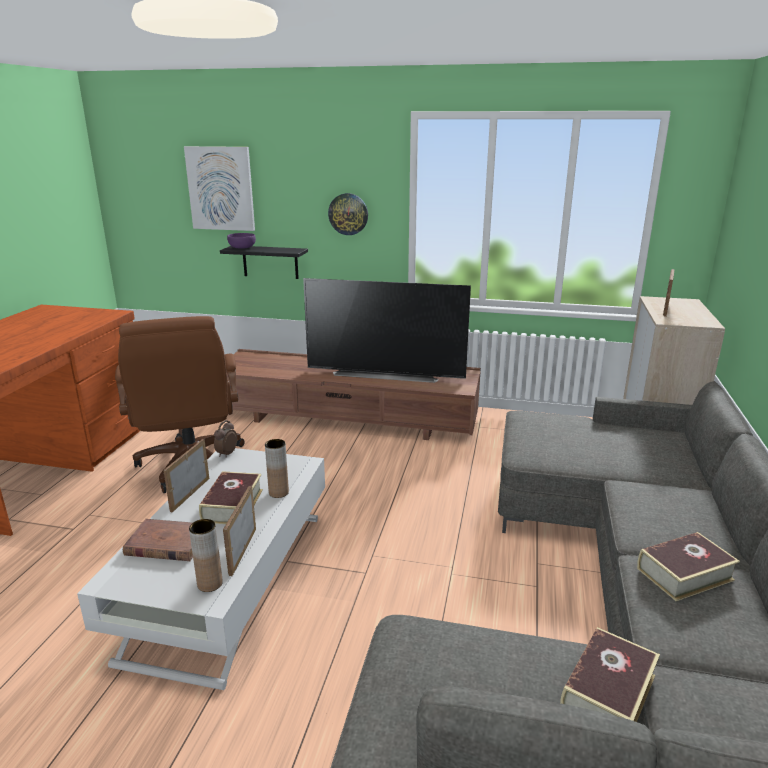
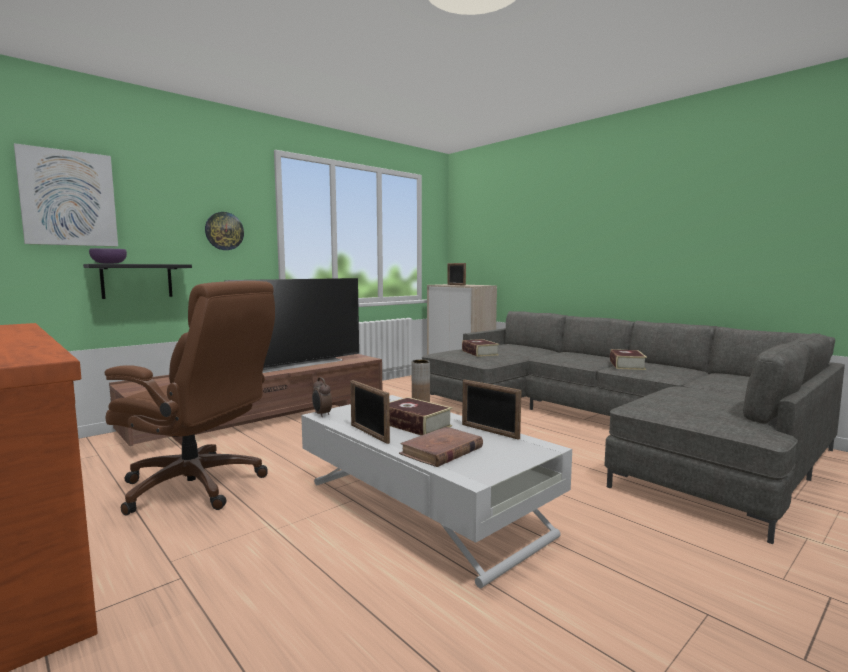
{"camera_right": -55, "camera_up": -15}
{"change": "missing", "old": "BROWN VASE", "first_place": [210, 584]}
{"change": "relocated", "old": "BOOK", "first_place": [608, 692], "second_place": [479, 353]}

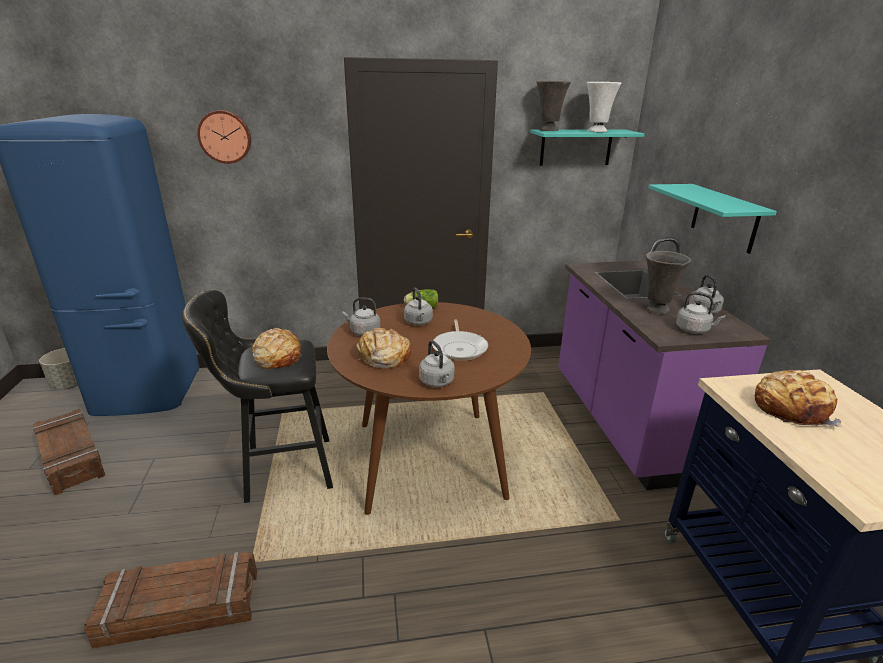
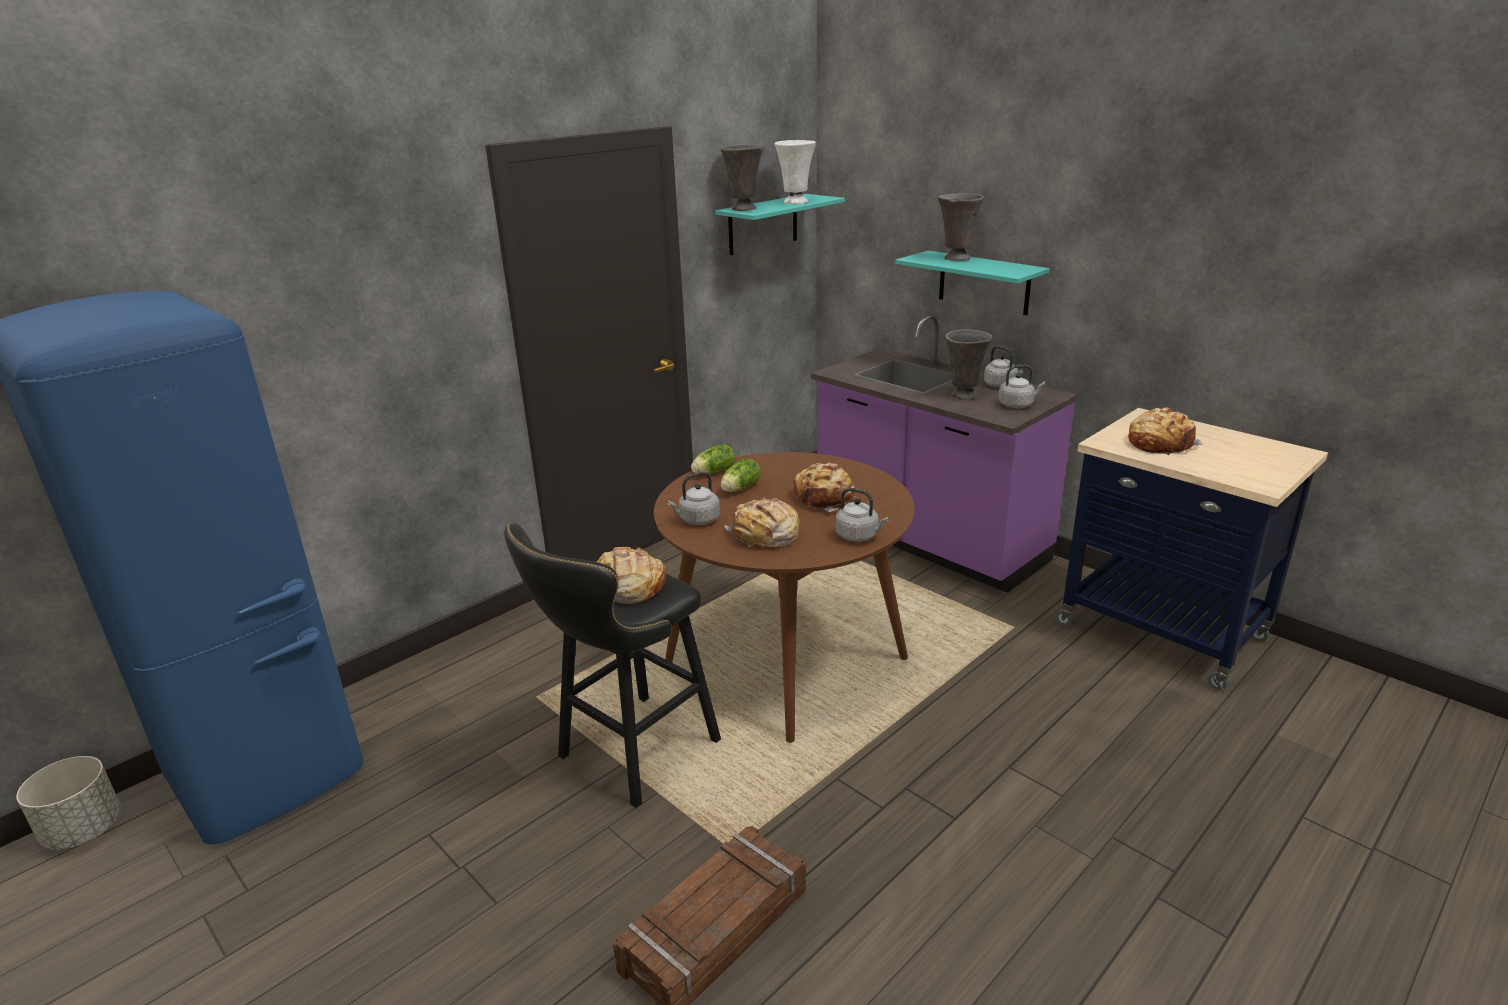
{"camera_right": -35, "camera_up": 0}
{"change": "missing", "old": "WALL CLOCK", "first_place": [225, 137]}
{"change": "exchanged", "old": "GREY KETTLE", "new": "LETTUCE", "first_place": [418, 322], "second_place": [739, 489]}
{"change": "exchanged", "old": "FRYING PAN", "new": "BREAD", "first_place": [459, 348], "second_place": [825, 498]}
{"change": "missing", "old": "CRATE", "first_place": [70, 458]}
{"change": "appeared", "new": "GREY VASE", "second_place": [956, 259]}

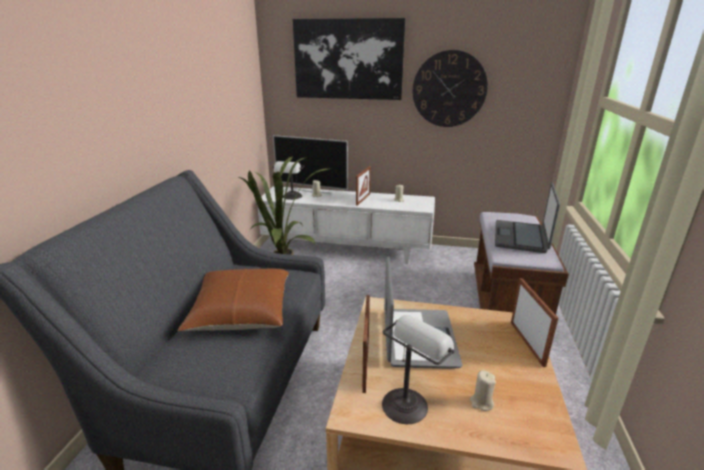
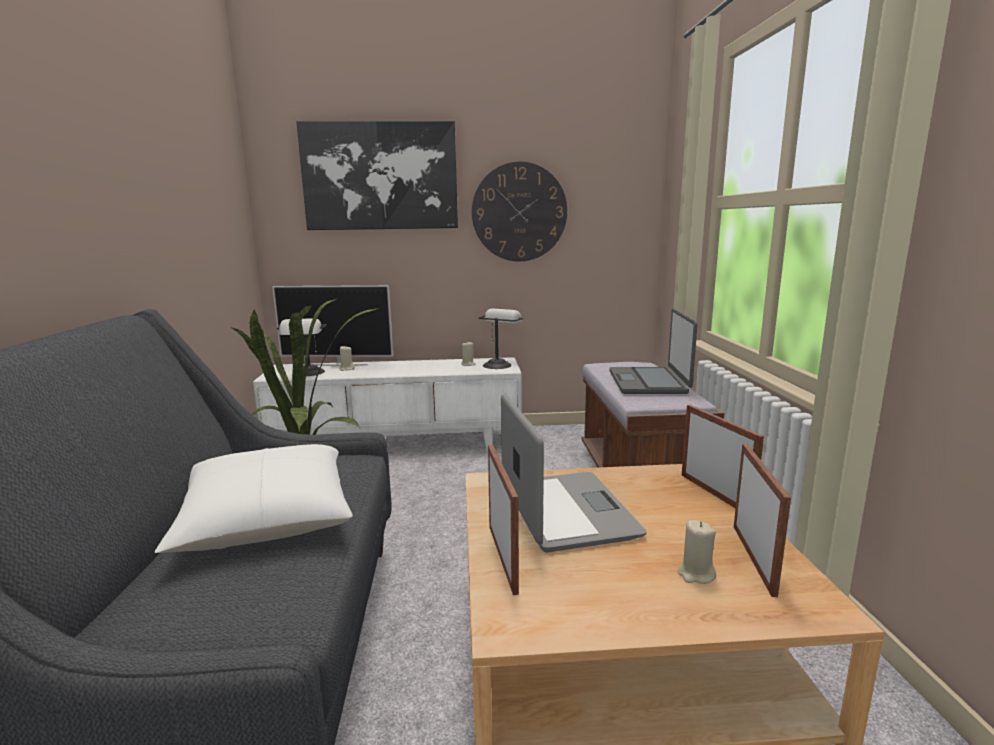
{"camera_right": -15, "camera_up": -10}
{"change": "relocated", "old": "PICTURE FRAME", "first_place": [363, 199], "second_place": [753, 558]}
{"change": "colour", "old": "BROWN PILLOW", "new": "WHITE PILLOW", "first_place": [241, 312], "second_place": [266, 518]}
{"change": "relocated", "old": "TABLE LAMP", "first_place": [409, 399], "second_place": [499, 364]}

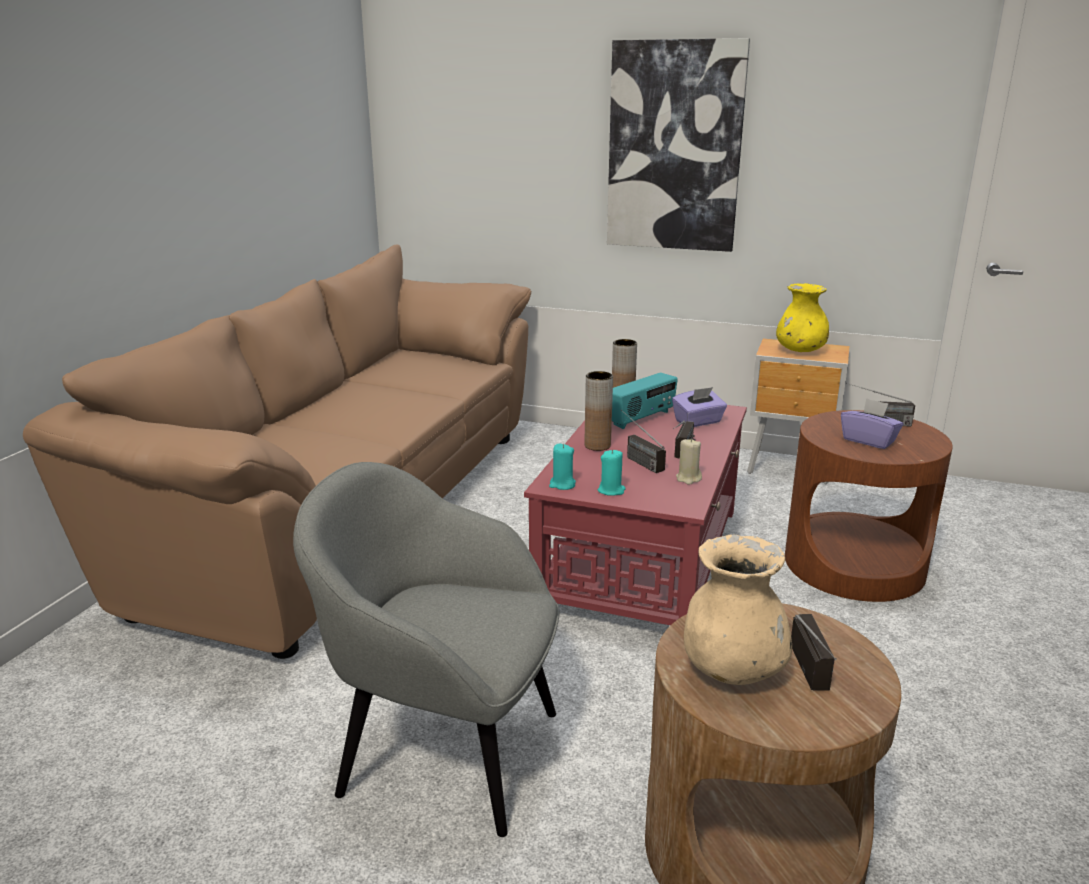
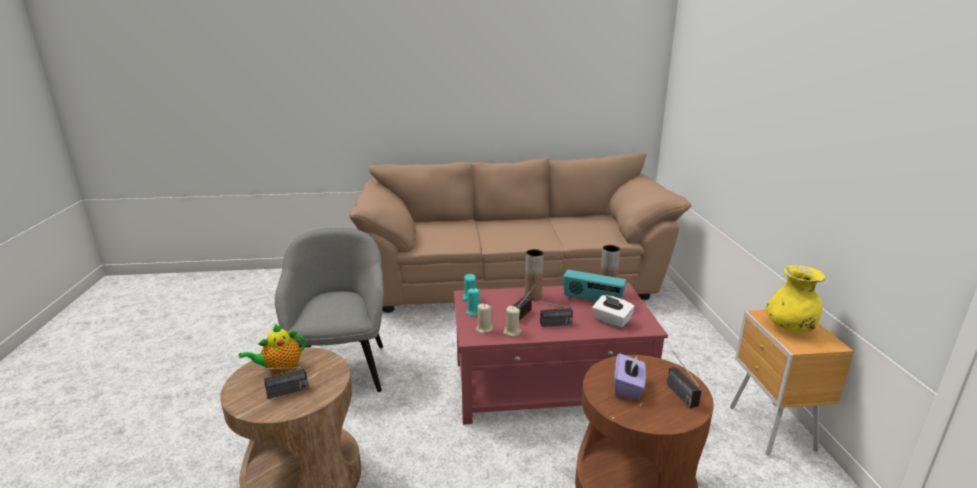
{"camera_right": 65, "camera_up": 0}
{"change": "missing", "old": "PICTURE", "first_place": [674, 147]}
{"change": "colour", "old": "PURPLE TISSUE BOX", "new": "WHITE TISSUE BOX", "first_place": [698, 422], "second_place": [611, 321]}
{"change": "exchanged", "old": "BEIGE VASE", "new": "TEAPOT", "first_place": [732, 670], "second_place": [280, 369]}
{"change": "appeared", "new": "BEIGE CANDLE", "second_place": [484, 329]}

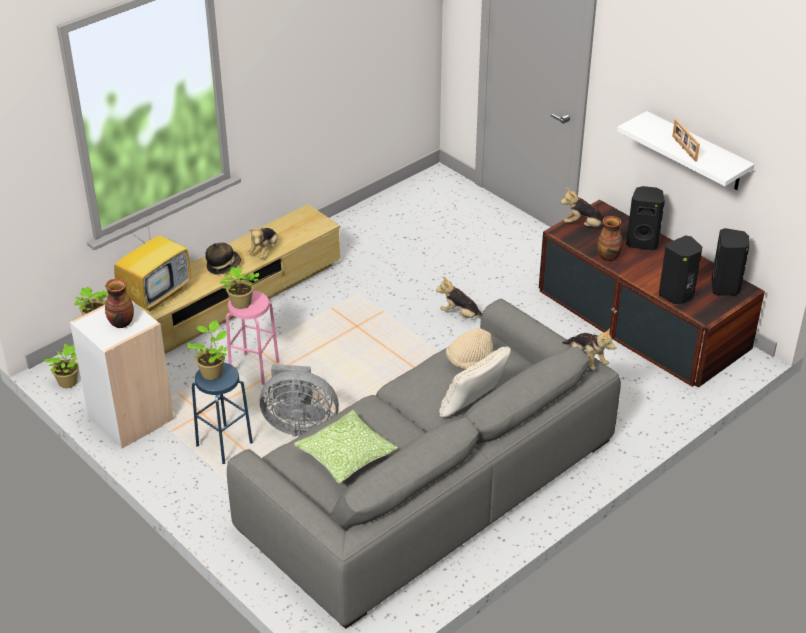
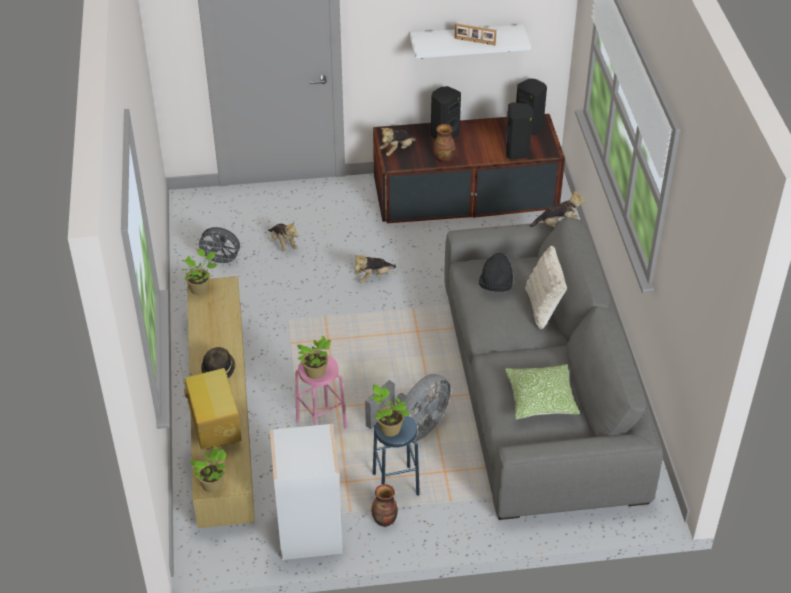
{"camera_right": -55, "camera_up": 5}
{"change": "relocated", "old": "PLUSH TOY", "first_place": [264, 251], "second_place": [283, 244]}
{"change": "relocated", "old": "VASE", "first_place": [121, 323], "second_place": [384, 520]}
{"change": "colour", "old": "BEIGE HAT", "new": "BLACK HAT", "first_place": [469, 362], "second_place": [496, 285]}
{"change": "relocated", "old": "POTTED PLANT", "first_place": [69, 382], "second_place": [200, 288]}
{"change": "appeared", "new": "GREY FAN", "second_place": [221, 261]}

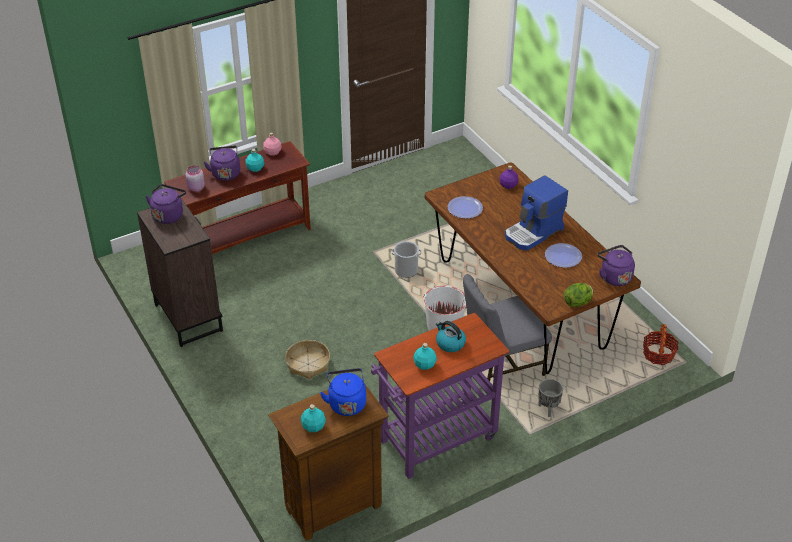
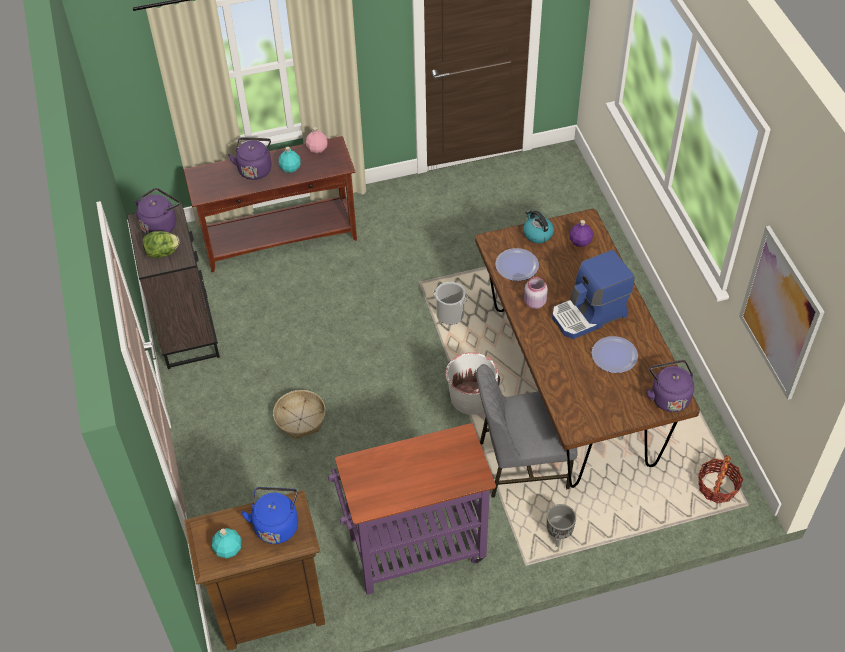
{"camera_right": 15, "camera_up": 10}
{"change": "relocated", "old": "PINK JAR", "first_place": [195, 188], "second_place": [534, 303]}
{"change": "relocated", "old": "LETTUCE", "first_place": [578, 302], "second_place": [162, 253]}
{"change": "relocated", "old": "KETTLE", "first_place": [450, 343], "second_place": [537, 234]}
{"change": "missing", "old": "TURQUOISE BOTTLE", "first_place": [424, 364]}
{"change": "appeared", "new": "PICTURE", "second_place": [780, 313]}

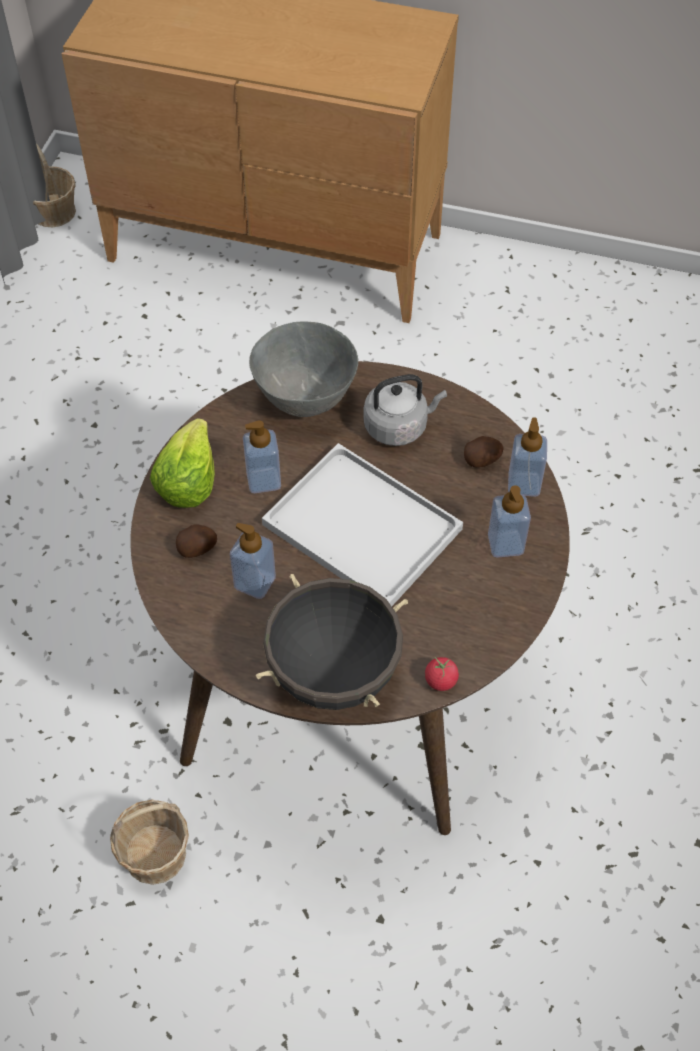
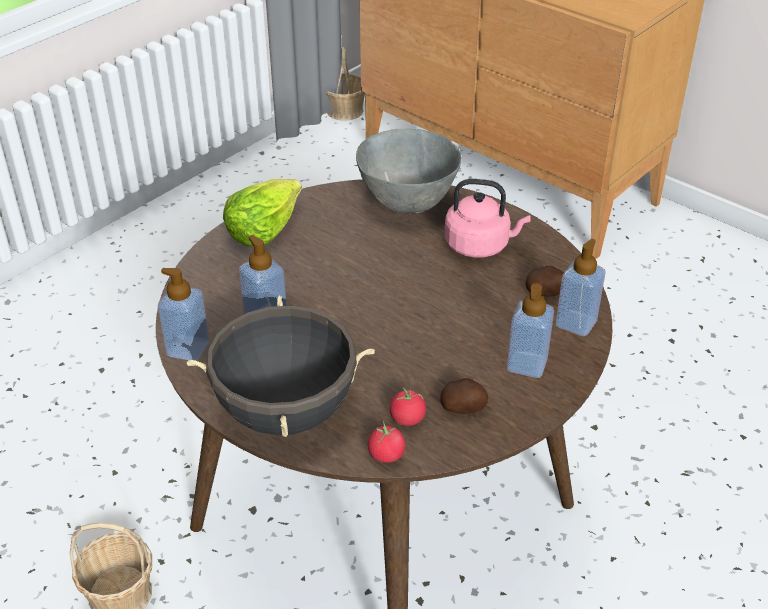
{"camera_right": 25, "camera_up": -15}
{"change": "colour", "old": "GREY KETTLE", "new": "PINK KETTLE", "first_place": [399, 426], "second_place": [480, 245]}
{"change": "relocated", "old": "SOAP DISPENSER", "first_place": [263, 480], "second_place": [188, 349]}
{"change": "missing", "old": "WHITE TRAY", "first_place": [358, 526]}
{"change": "relocated", "old": "POTATO", "first_place": [198, 549], "second_place": [463, 408]}
{"change": "appeared", "new": "TOMATO", "second_place": [407, 418]}

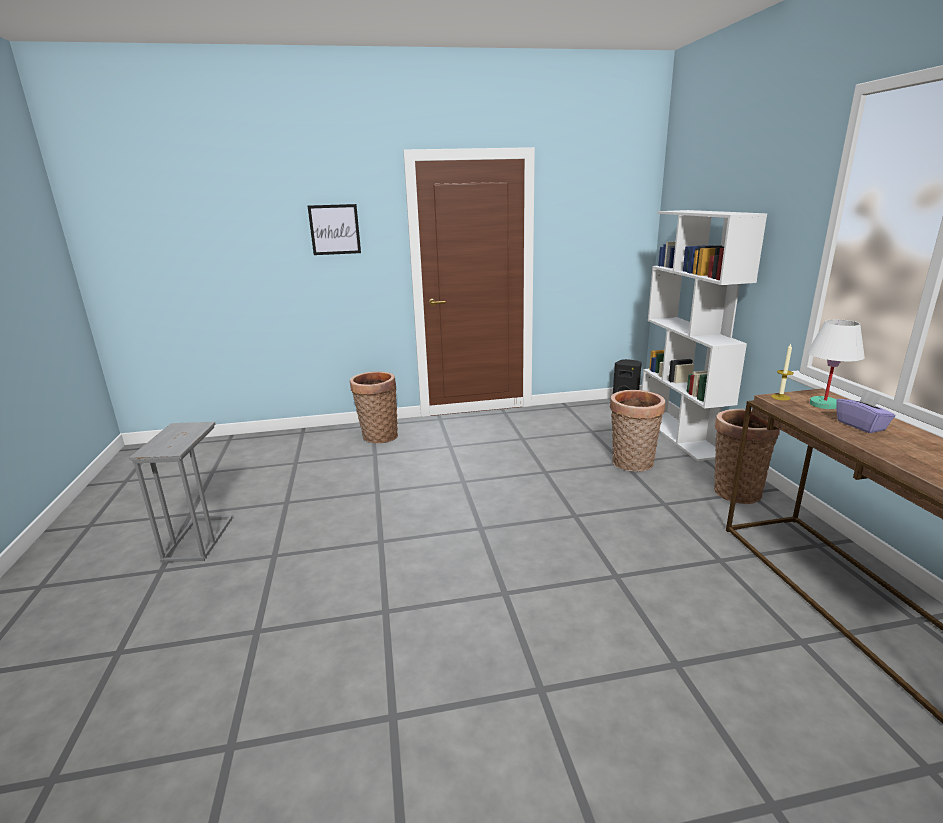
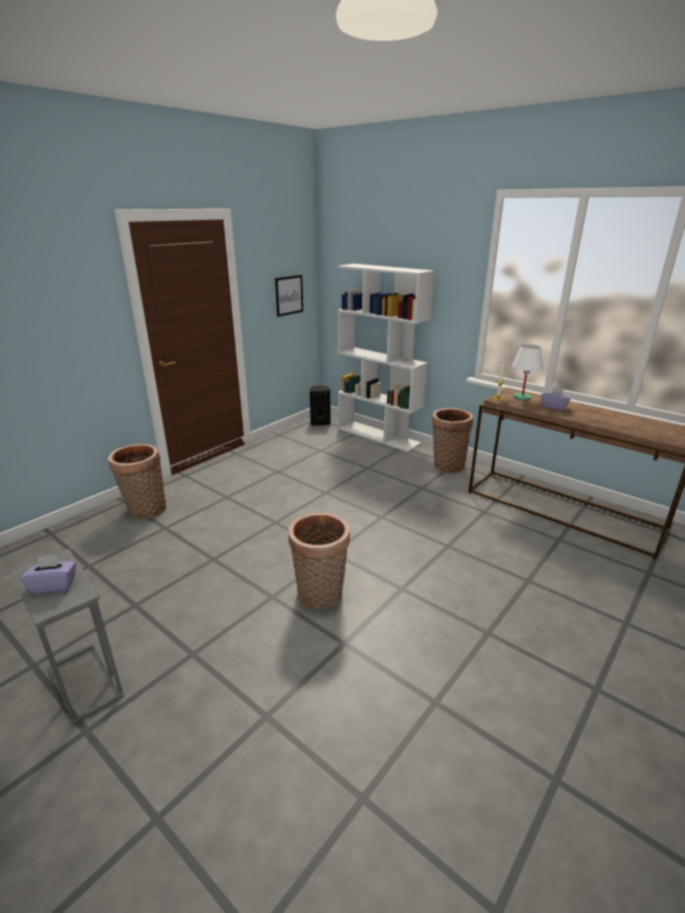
{"camera_right": -40, "camera_up": 5}
{"change": "relocated", "old": "PICTURE", "first_place": [334, 229], "second_place": [289, 295]}
{"change": "relocated", "old": "BASKET", "first_place": [632, 464], "second_place": [320, 596]}
{"change": "appeared", "new": "PURPLE TISSUE BOX", "second_place": [54, 585]}

